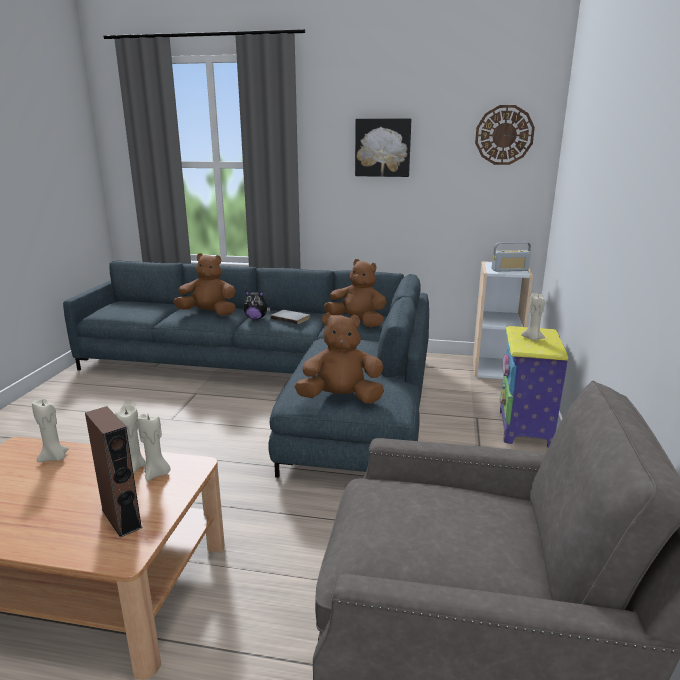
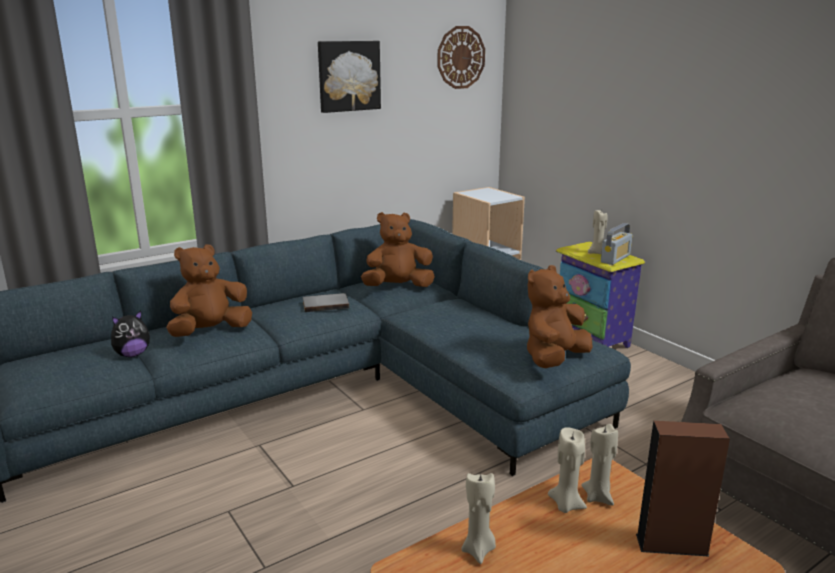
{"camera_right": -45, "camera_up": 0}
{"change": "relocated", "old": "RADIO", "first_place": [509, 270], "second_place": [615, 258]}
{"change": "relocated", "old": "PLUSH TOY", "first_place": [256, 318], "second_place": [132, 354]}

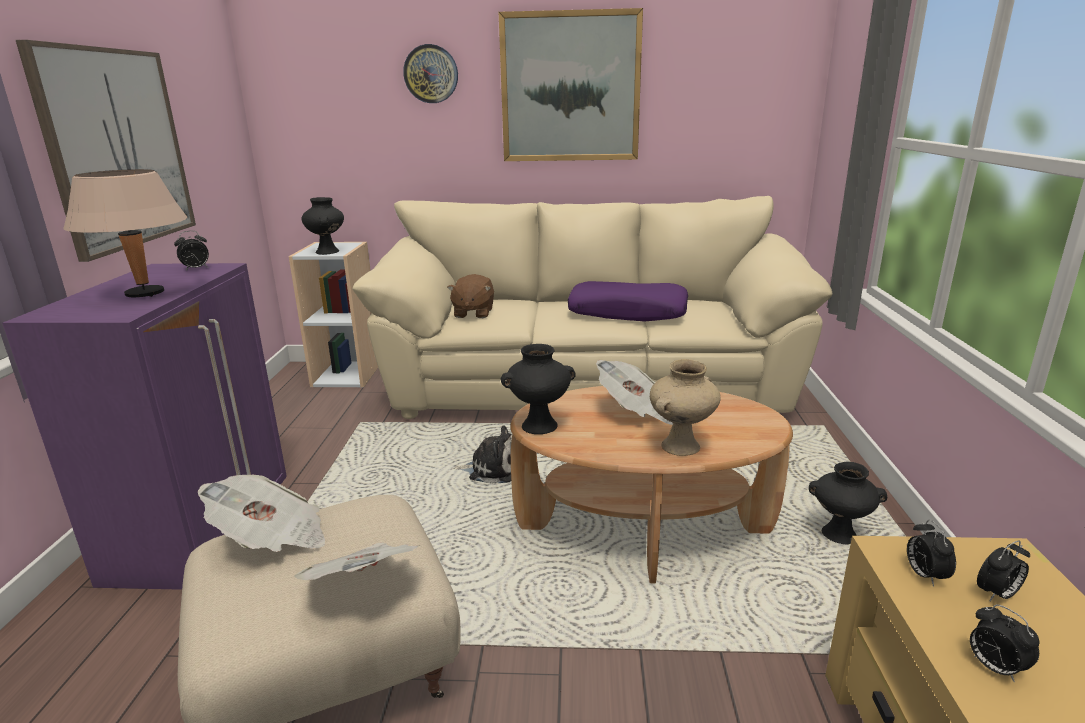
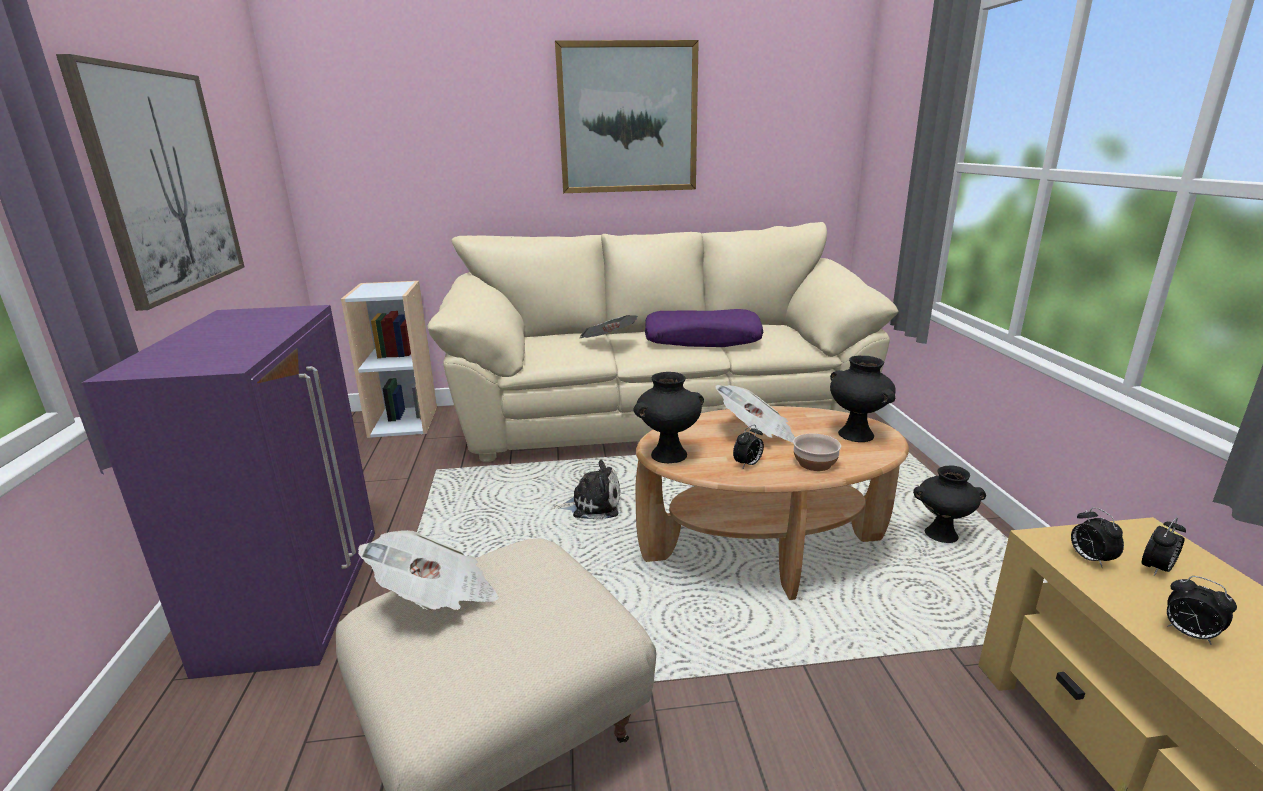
{"camera_right": -10, "camera_up": 0}
{"change": "missing", "old": "WALL CLOCK", "first_place": [431, 74]}
{"change": "missing", "old": "BEIGE TABLE LAMP", "first_place": [145, 294]}
{"change": "relocated", "old": "BLACK VASE", "first_place": [328, 252], "second_place": [857, 435]}
{"change": "relocated", "old": "ALARM CLOCK", "first_place": [196, 269], "second_place": [748, 465]}
{"change": "missing", "old": "BROWN PLUSH TOY", "first_place": [473, 313]}
{"change": "exchanged", "old": "BEIGE VASE", "new": "BOWL", "first_place": [680, 447], "second_place": [815, 464]}
{"change": "relocated", "old": "NEWSPAPER", "first_place": [364, 584], "second_place": [608, 343]}

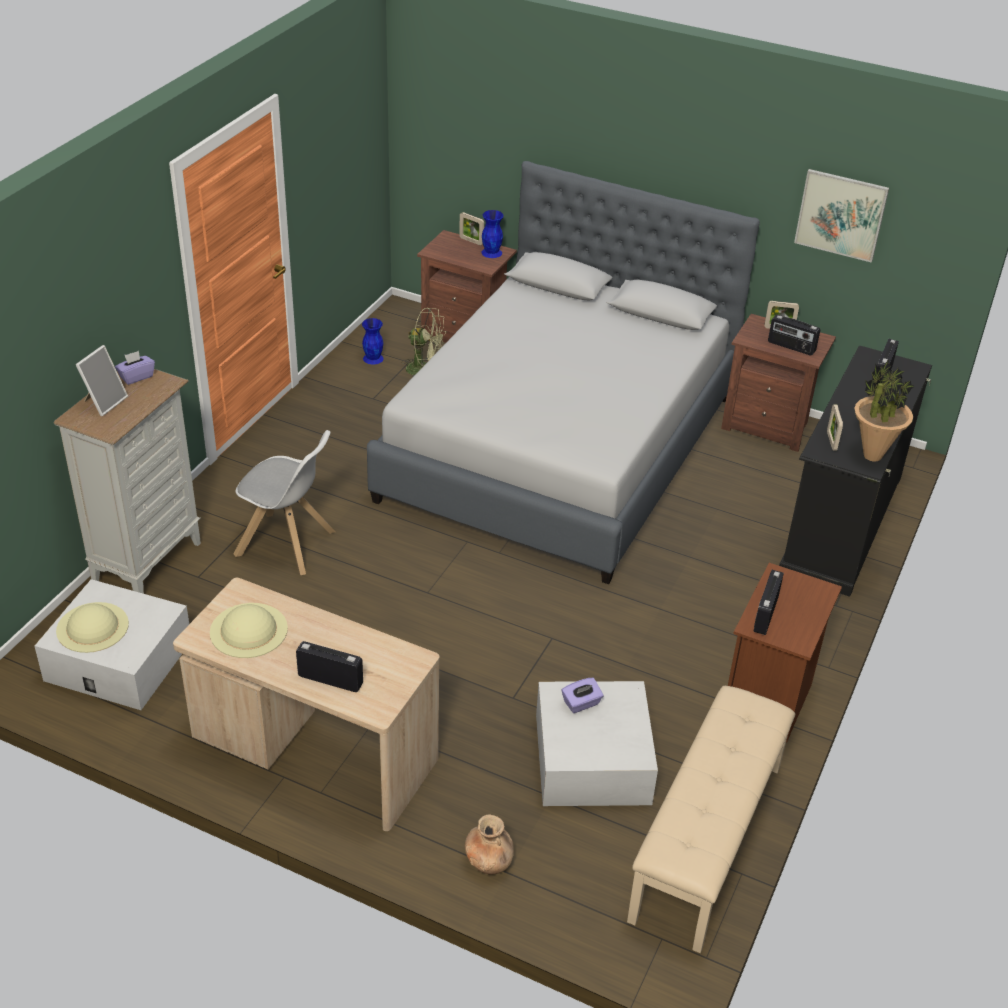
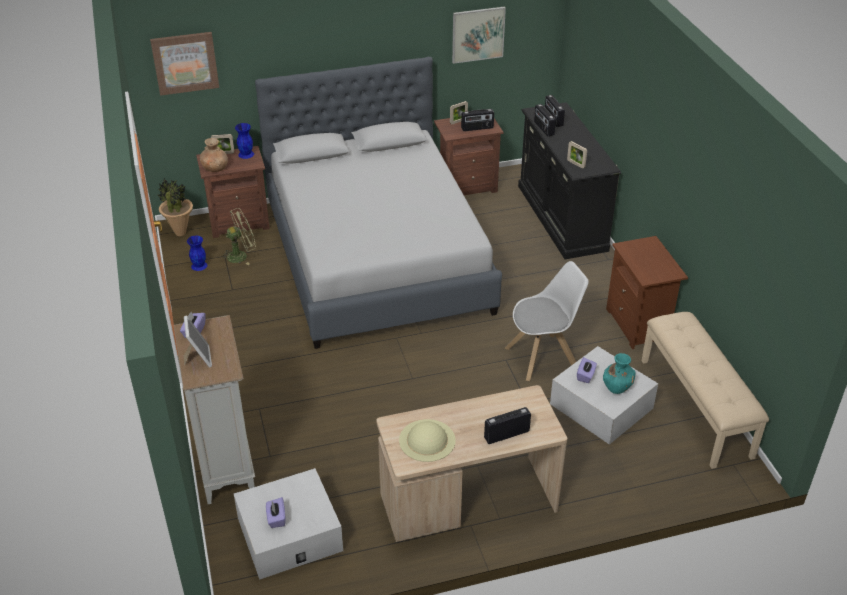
{"camera_right": -40, "camera_up": 0}
{"change": "relocated", "old": "POTTED PLANT", "first_place": [872, 455], "second_place": [180, 233]}
{"change": "relocated", "old": "CHAIR", "first_place": [288, 544], "second_place": [543, 356]}
{"change": "relocated", "old": "RADIO", "first_place": [765, 614], "second_place": [543, 128]}
{"change": "exchanged", "old": "BEIGE HAT", "new": "PURPLE TISSUE BOX", "first_place": [92, 627], "second_place": [276, 518]}
{"change": "relocated", "old": "BROWN VASE", "first_place": [489, 862], "second_place": [215, 168]}
{"change": "appeared", "new": "PICTURE", "second_place": [185, 62]}
{"change": "appeared", "new": "TURQUOISE VASE", "second_place": [617, 386]}

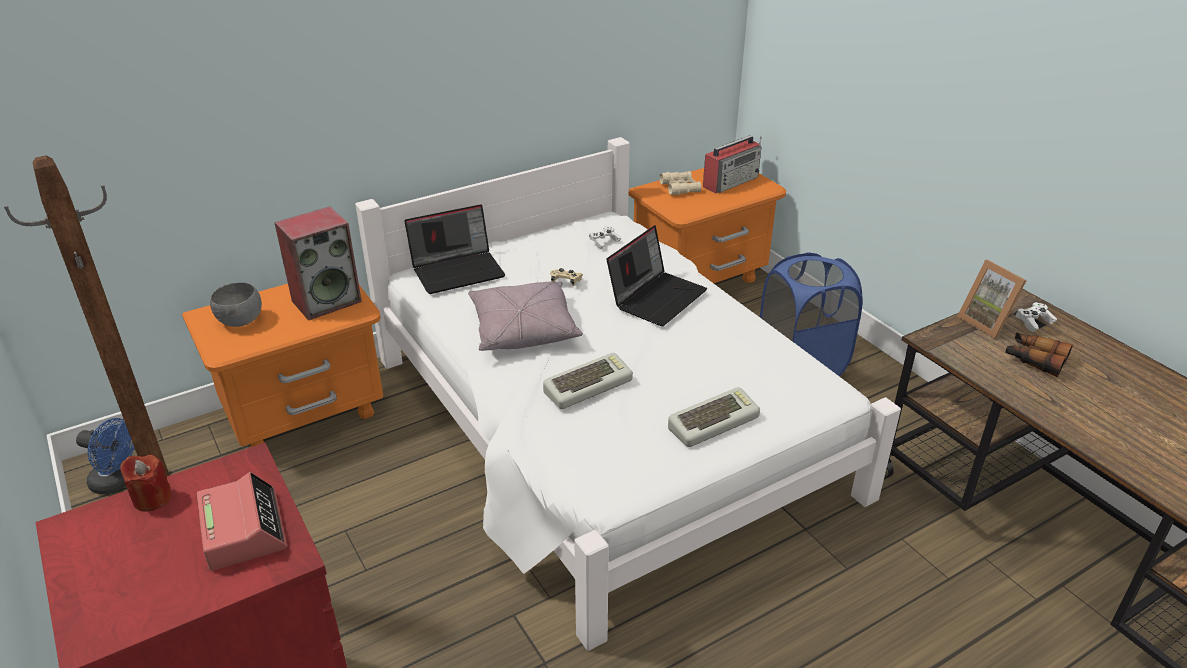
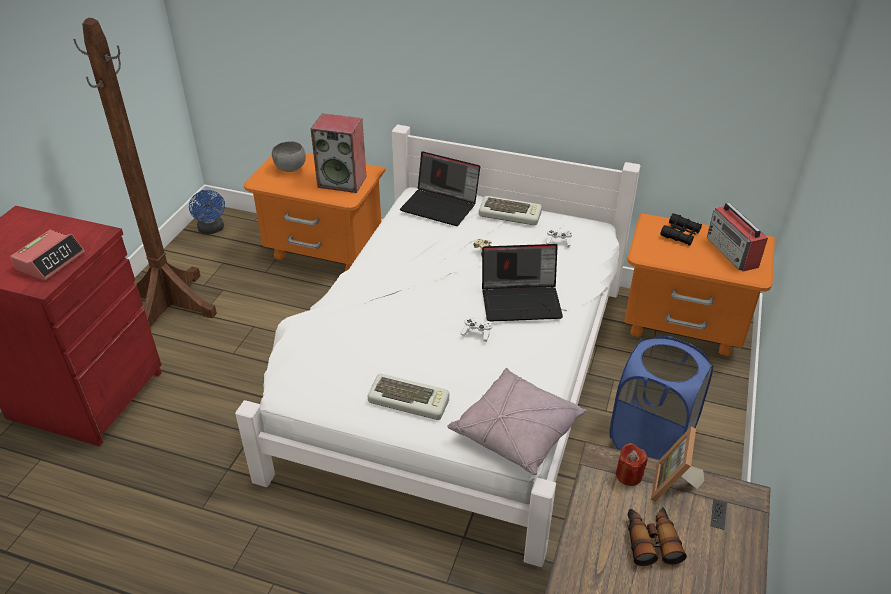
{"camera_right": 50, "camera_up": 5}
{"change": "spun", "old": "RADIO", "first_place": [731, 181], "second_place": [732, 252], "degrees": 60}
{"change": "colour", "old": "BEIGE BINOCULARS", "new": "BLACK BINOCULARS", "first_place": [680, 188], "second_place": [680, 234]}
{"change": "relocated", "old": "PURPLE PILLOW", "first_place": [523, 329], "second_place": [517, 431]}
{"change": "relocated", "old": "WHITE GAME CONTROLLER", "first_place": [1033, 322], "second_place": [477, 333]}
{"change": "relocated", "old": "KEYBOARD", "first_place": [587, 385], "second_place": [510, 214]}
{"change": "relocated", "old": "RED CANDLE", "first_place": [152, 498], "second_place": [628, 475]}

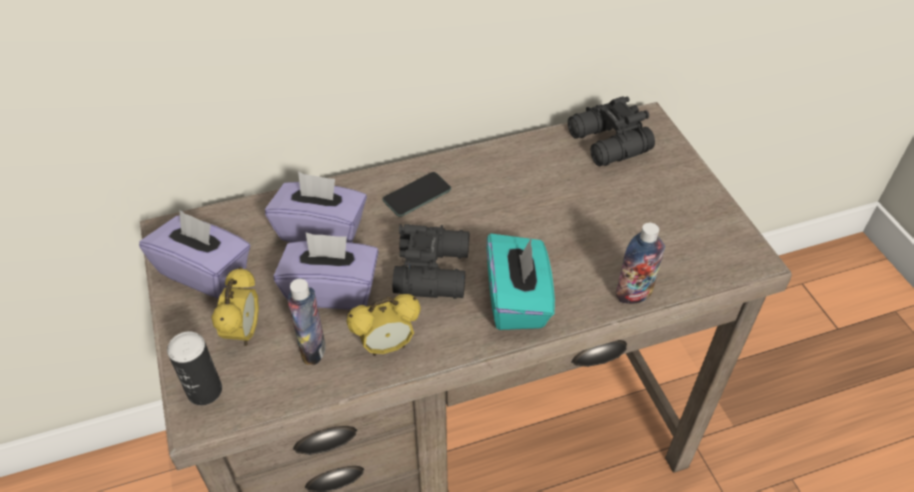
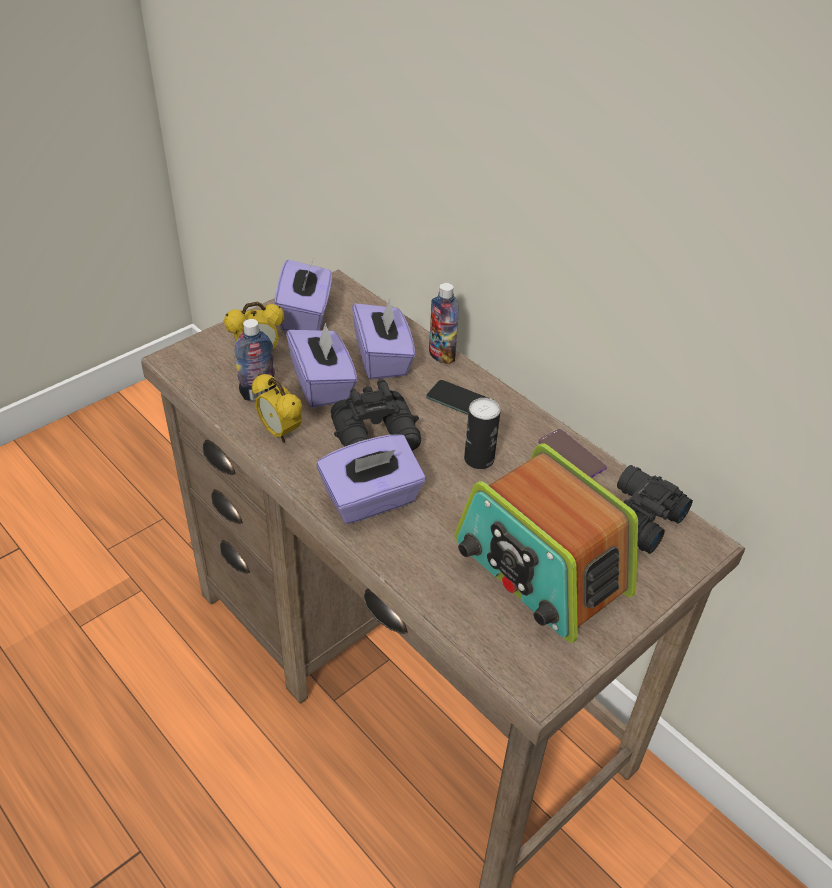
{"camera_right": 65, "camera_up": -5}
{"change": "relocated", "old": "BOTTLE", "first_place": [633, 294], "second_place": [441, 355]}
{"change": "colour", "old": "TURQUOISE TISSUE BOX", "new": "PURPLE TISSUE BOX", "first_place": [517, 300], "second_place": [371, 500]}
{"change": "relocated", "old": "CAN", "first_place": [204, 391], "second_place": [479, 459]}
{"change": "appeared", "new": "PHONE", "second_place": [571, 455]}
{"change": "appeared", "new": "RADIO", "second_place": [540, 569]}

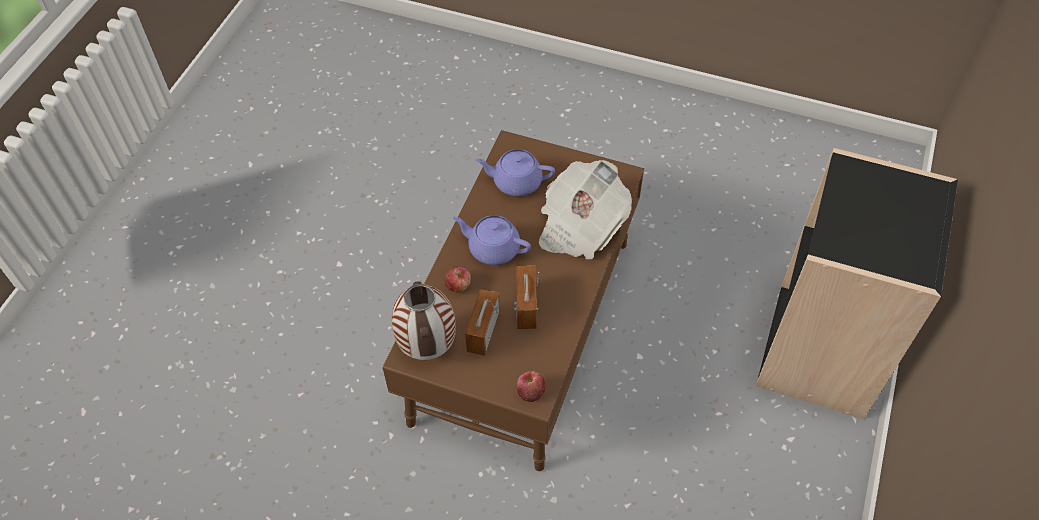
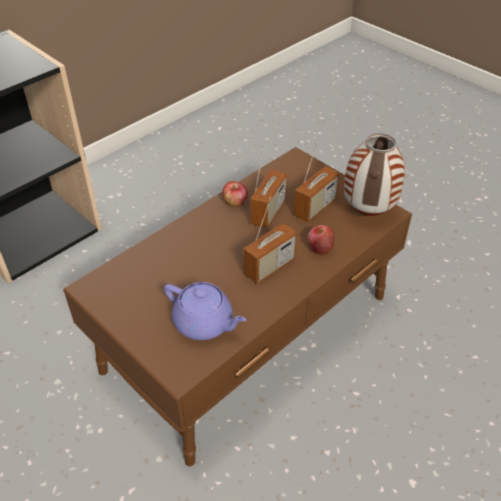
{"camera_right": -155, "camera_up": -10}
{"change": "missing", "old": "NEWSPAPER", "first_place": [579, 226]}
{"change": "exchanged", "old": "PURPLE TEAPOT", "new": "RADIO", "first_place": [493, 248], "second_place": [269, 267]}
{"change": "relocated", "old": "APPLE", "first_place": [530, 392], "second_place": [235, 202]}

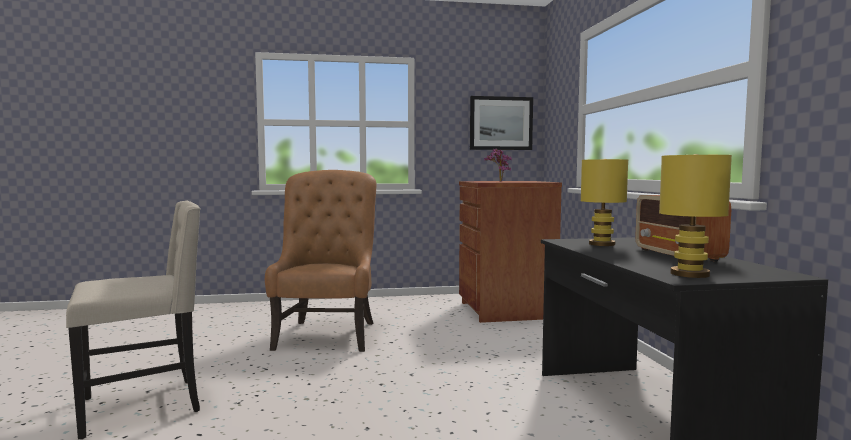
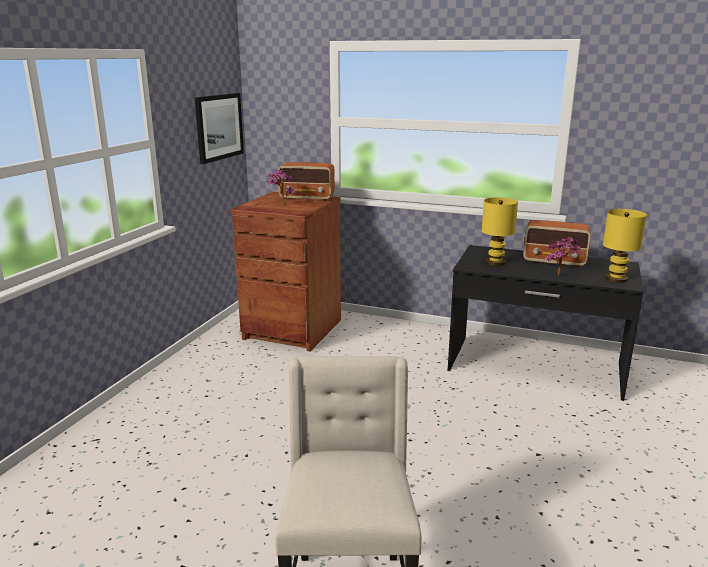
{"camera_right": -60, "camera_up": 15}
{"change": "missing", "old": "BROWN CHAIR", "first_place": [327, 335]}
{"change": "appeared", "new": "RADIO", "second_place": [307, 198]}
{"change": "appeared", "new": "POTTED PLANT", "second_place": [560, 276]}

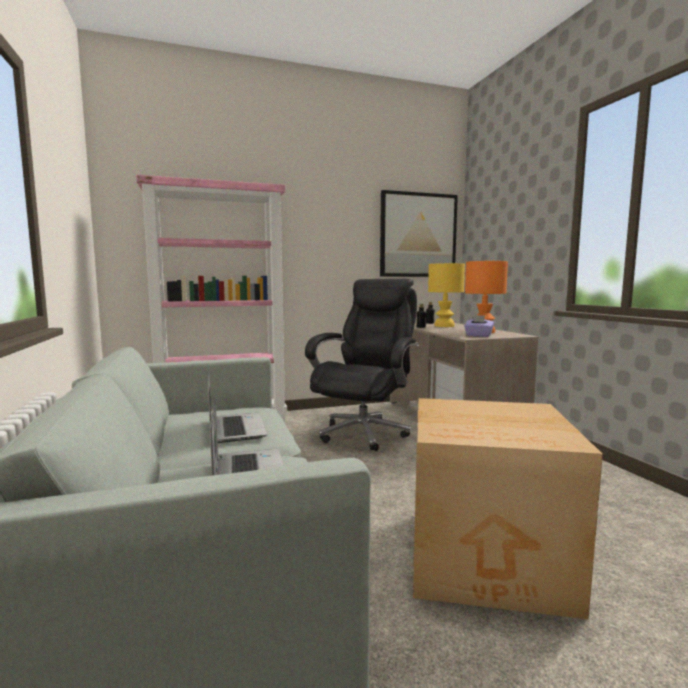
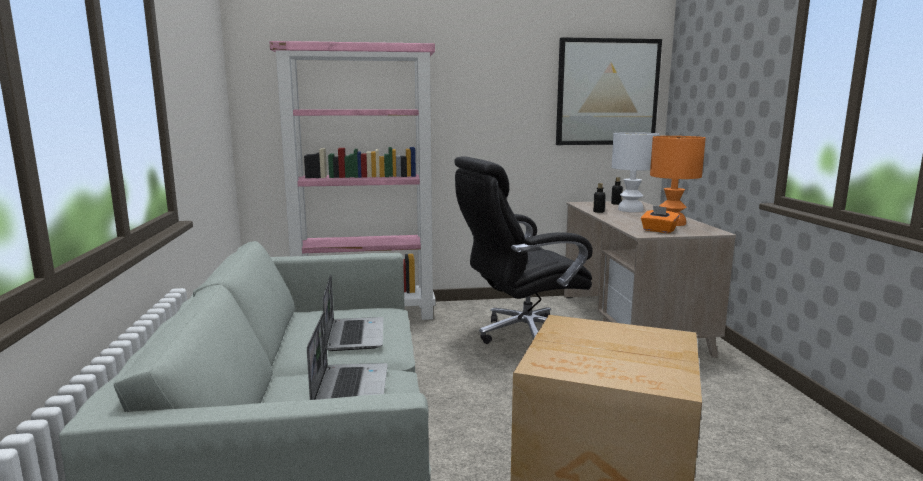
{"camera_right": 10, "camera_up": 5}
{"change": "colour", "old": "YELLOW TABLE LAMP", "new": "WHITE TABLE LAMP", "first_place": [444, 326], "second_place": [631, 210]}
{"change": "spun", "old": "BLACK OFFICE CHAIR", "first_place": [365, 433], "second_place": [521, 336], "degrees": -150}
{"change": "colour", "old": "PURPLE TISSUE BOX", "new": "ORANGE TISSUE BOX", "first_place": [478, 335], "second_place": [658, 230]}

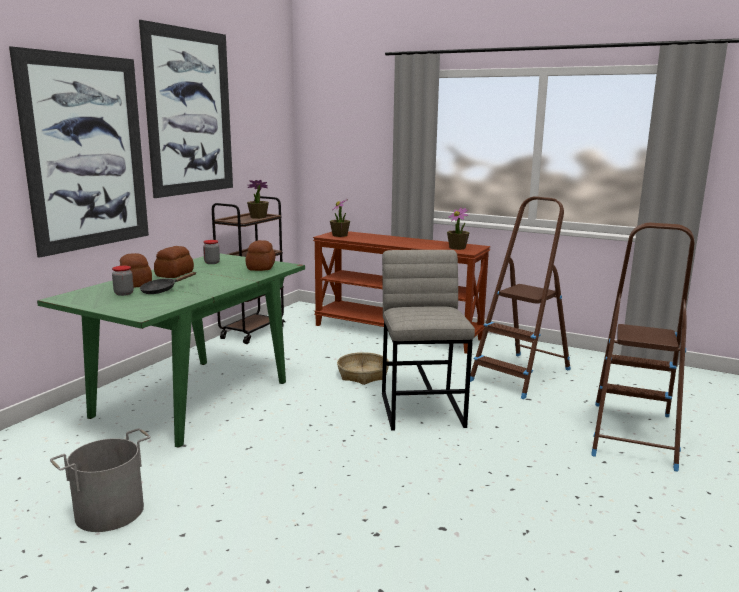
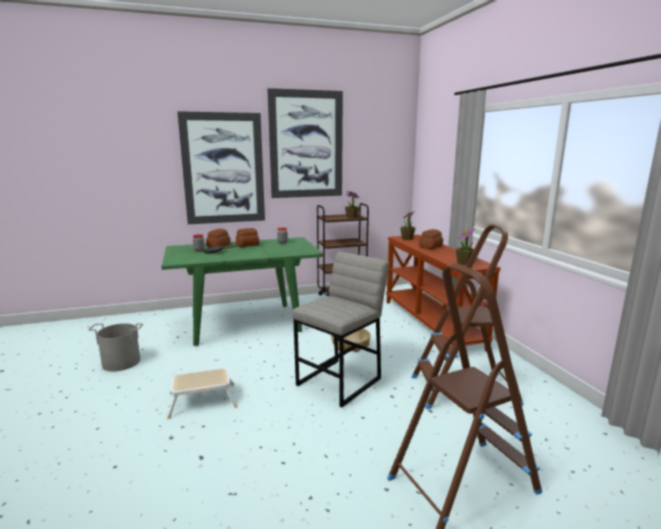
{"camera_right": 45, "camera_up": 0}
{"change": "relocated", "old": "BREAD", "first_place": [260, 267], "second_place": [430, 247]}
{"change": "appeared", "new": "BEIGE STEP LADDER", "second_place": [202, 400]}

